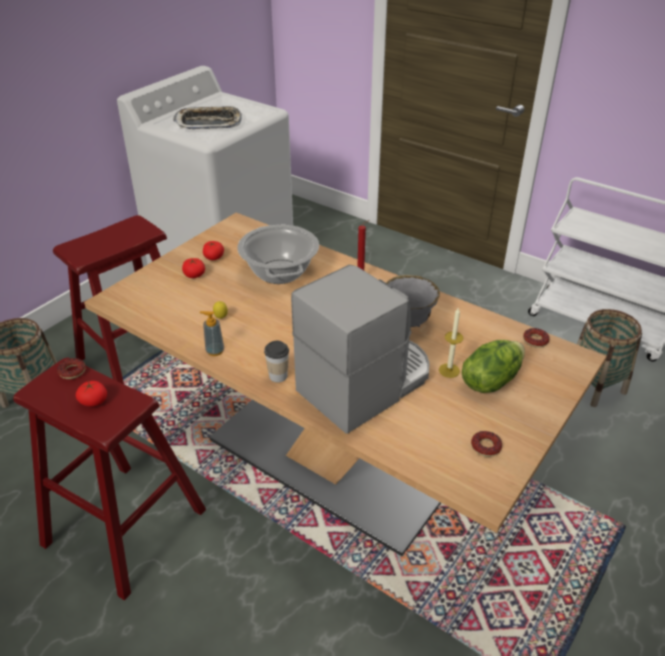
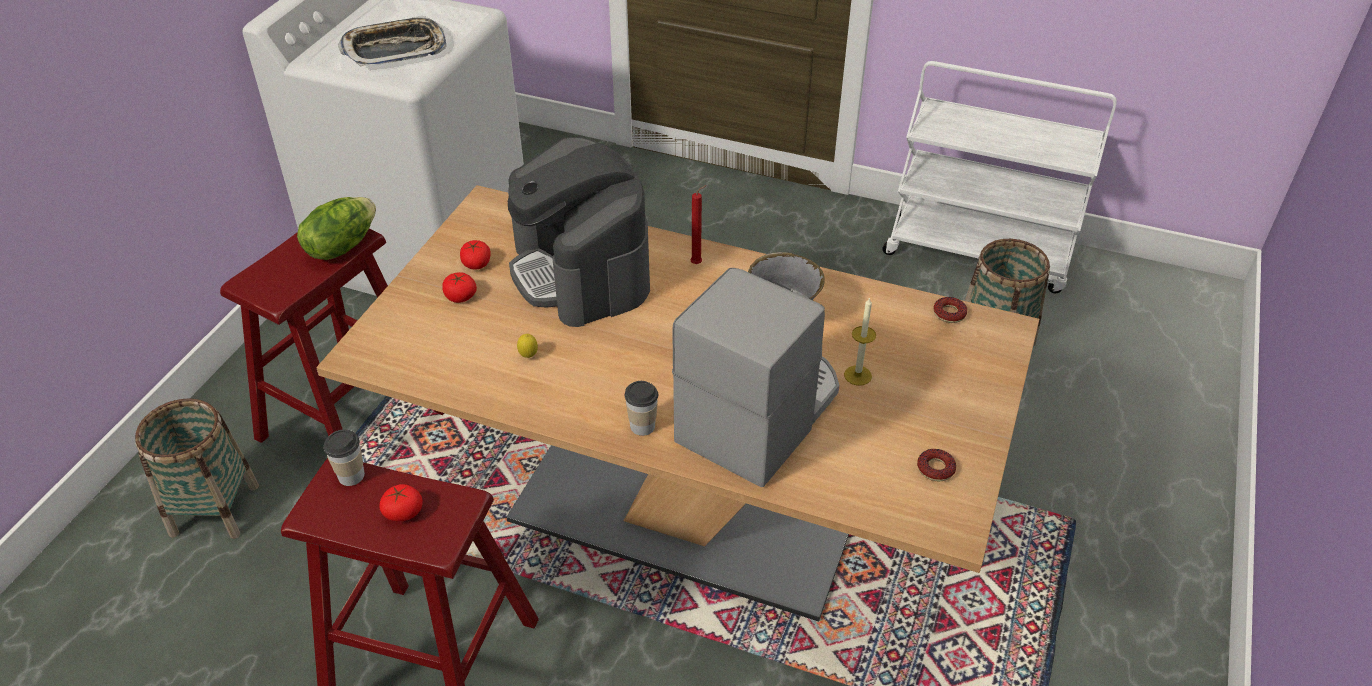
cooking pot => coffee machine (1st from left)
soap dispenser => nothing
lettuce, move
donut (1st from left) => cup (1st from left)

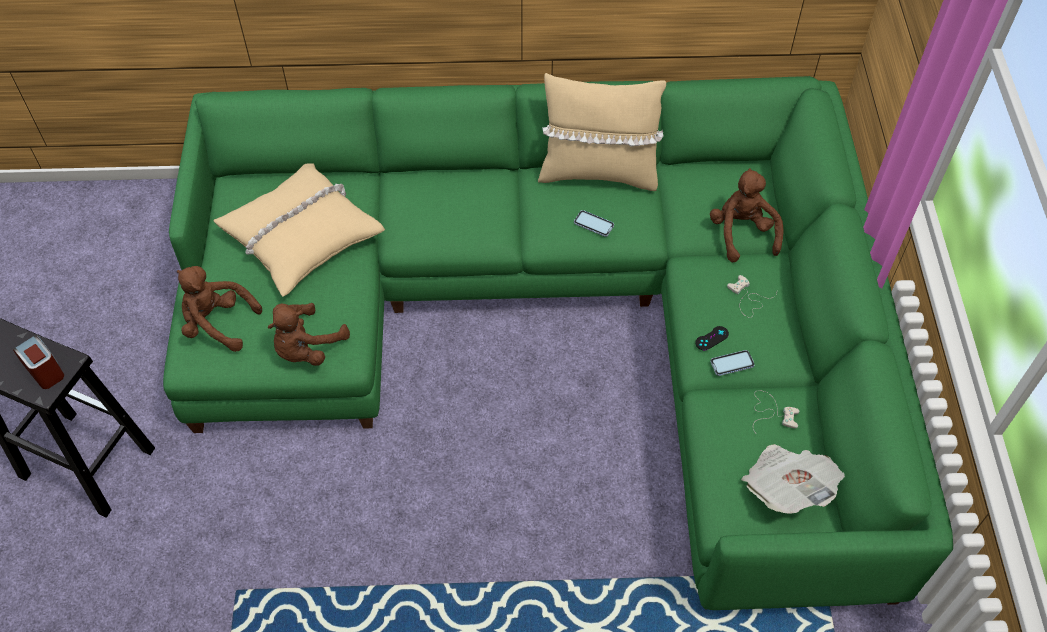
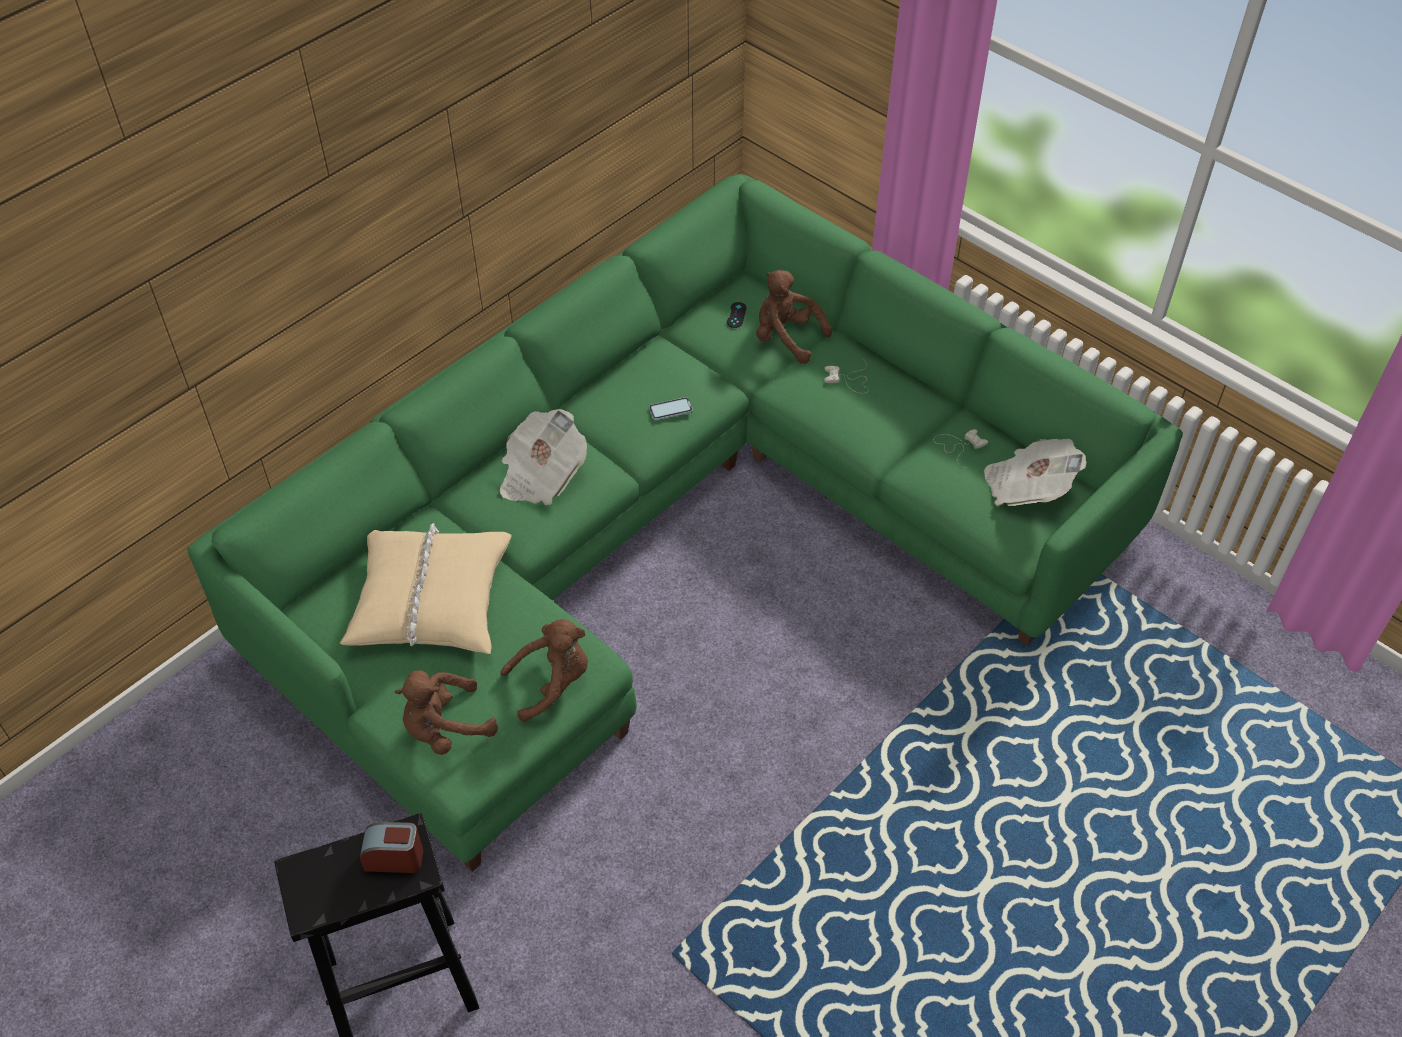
beige pillow (2nd from left) => nothing
brown plush toy (2nd from left), 105 degrees counterclockwise
black game controller, move
phone (2nd from left) => nothing
nothing => newspaper (1st from left)

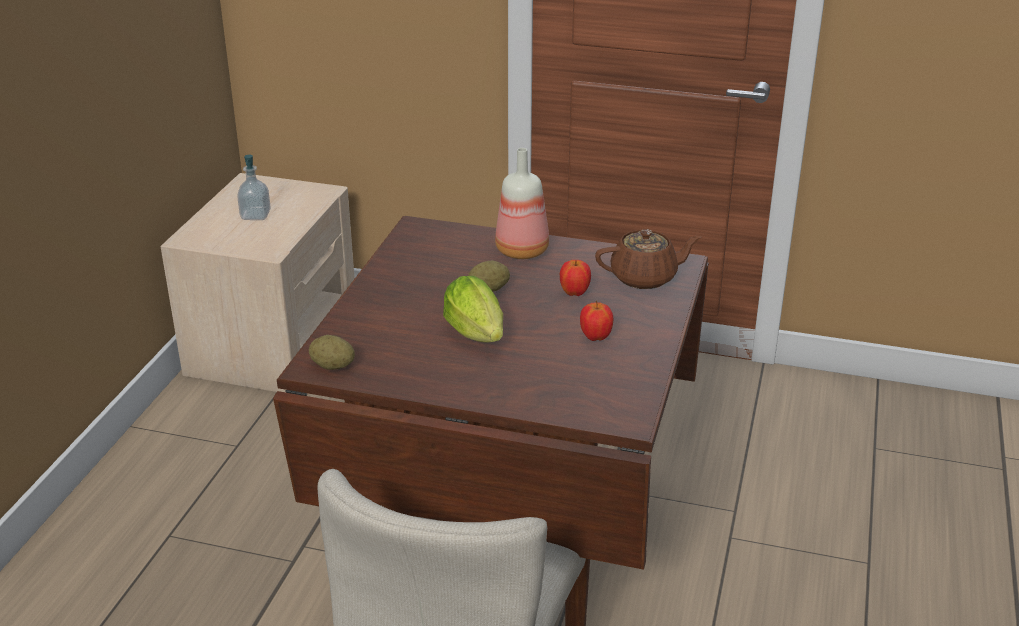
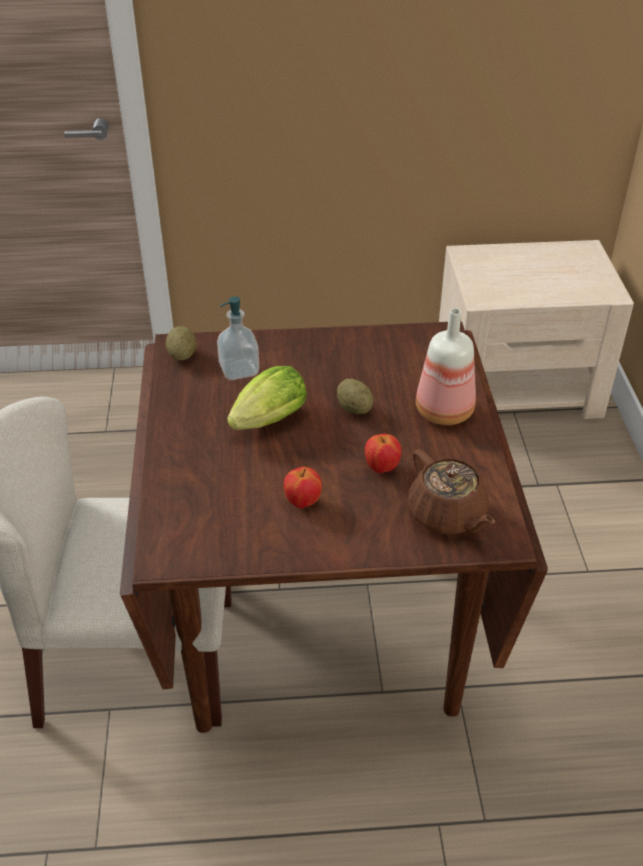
soap dispenser, move

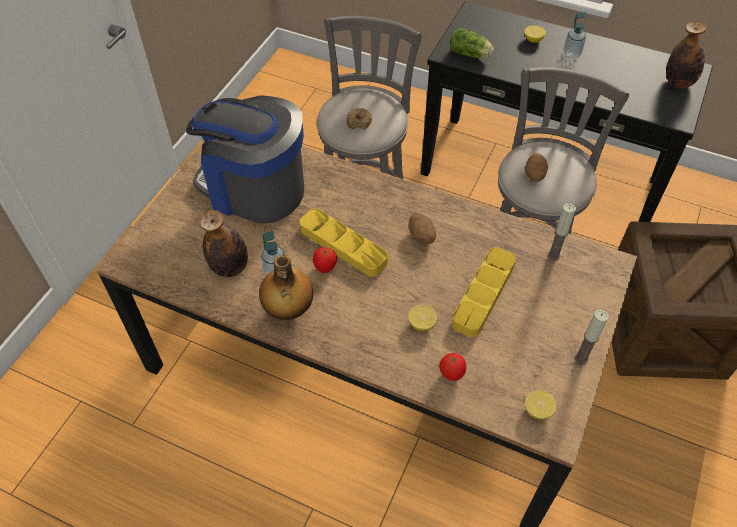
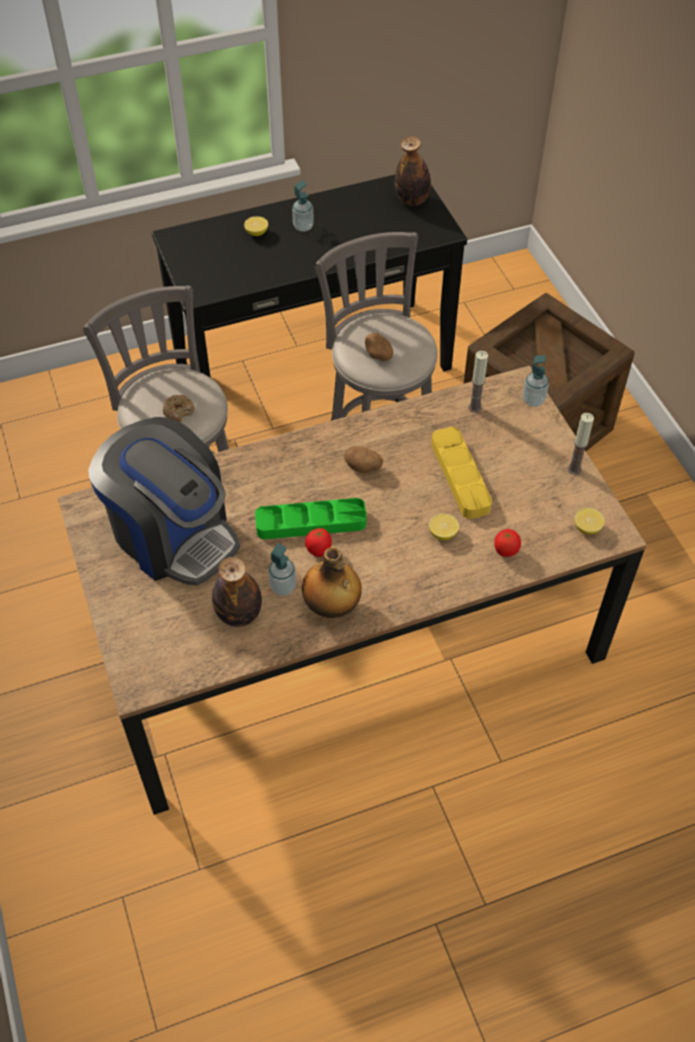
lettuce => nothing
coffee machine, 120 degrees counterclockwise
yellow tray (1st from left) => green tray
nothing => soap dispenser (3rd from left)

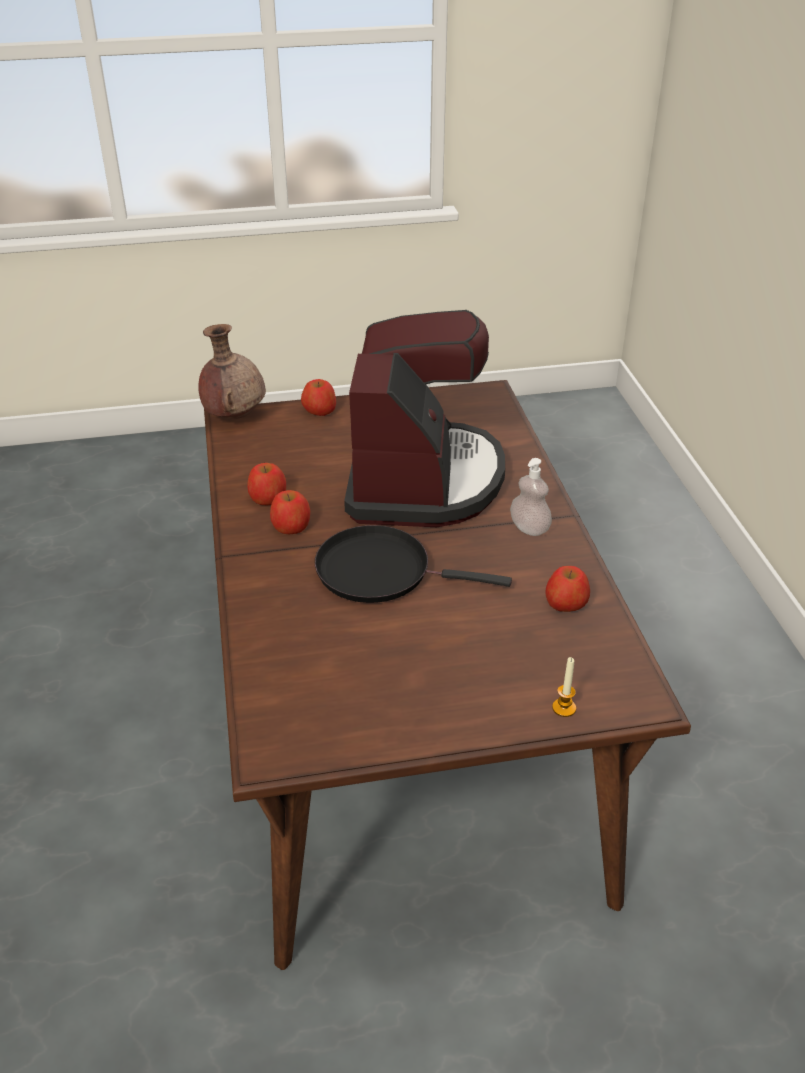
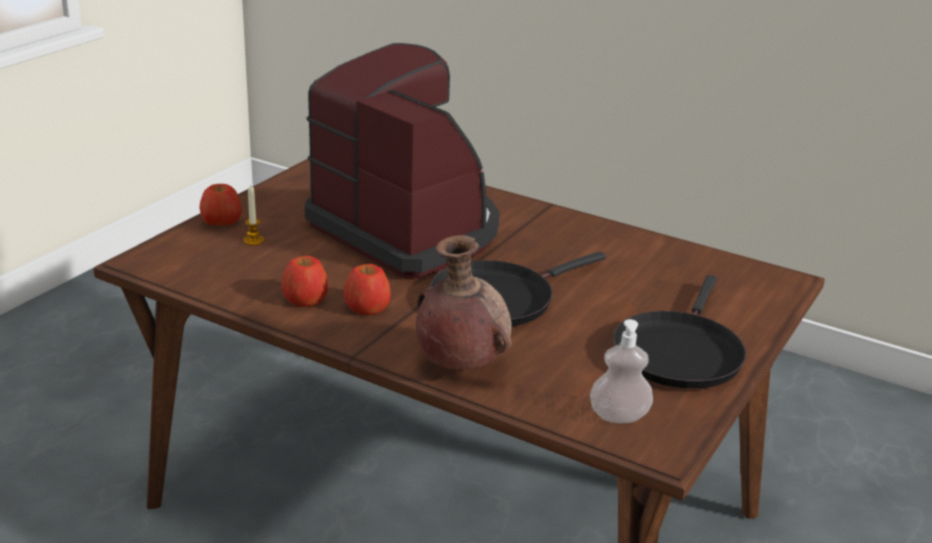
brown vase, move
soap dispenser, move
apple (4th from left) => nothing
candle, move
nothing => black frying pan (2nd from left)

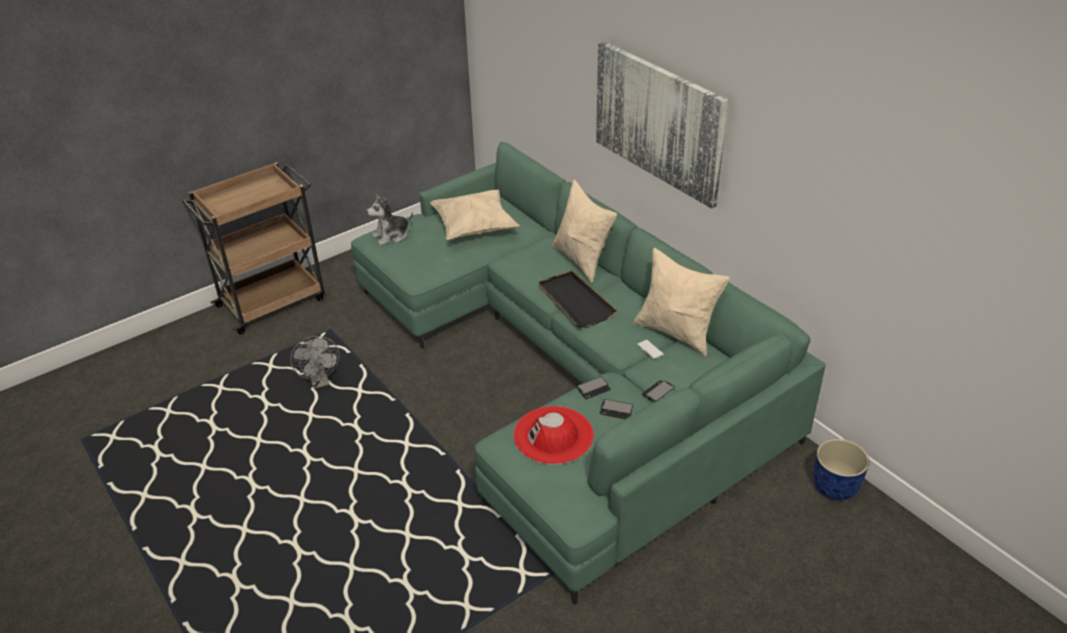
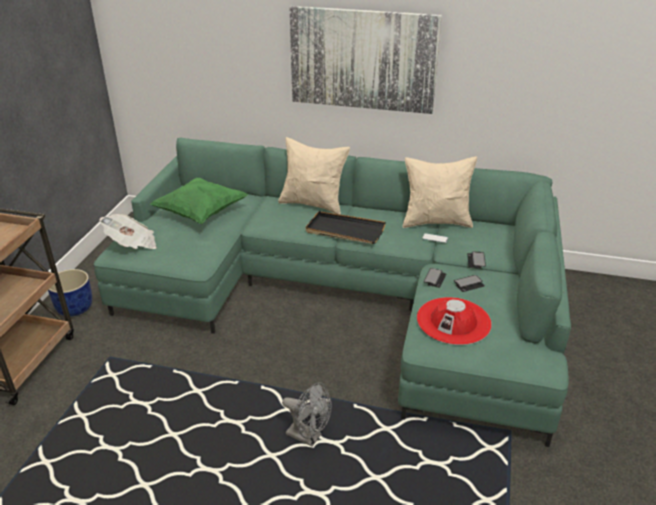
beige pillow (1st from left) => green pillow
plush toy => newspaper
grey fan, move
blue planter, move

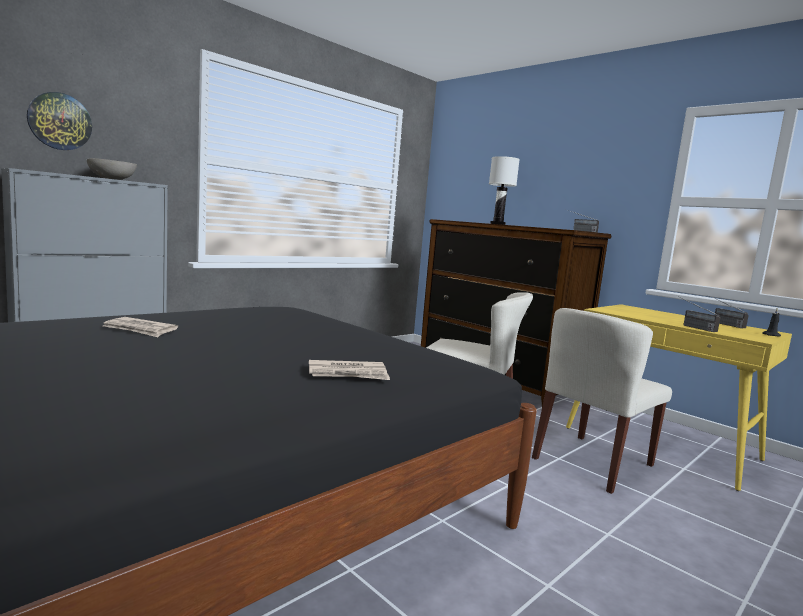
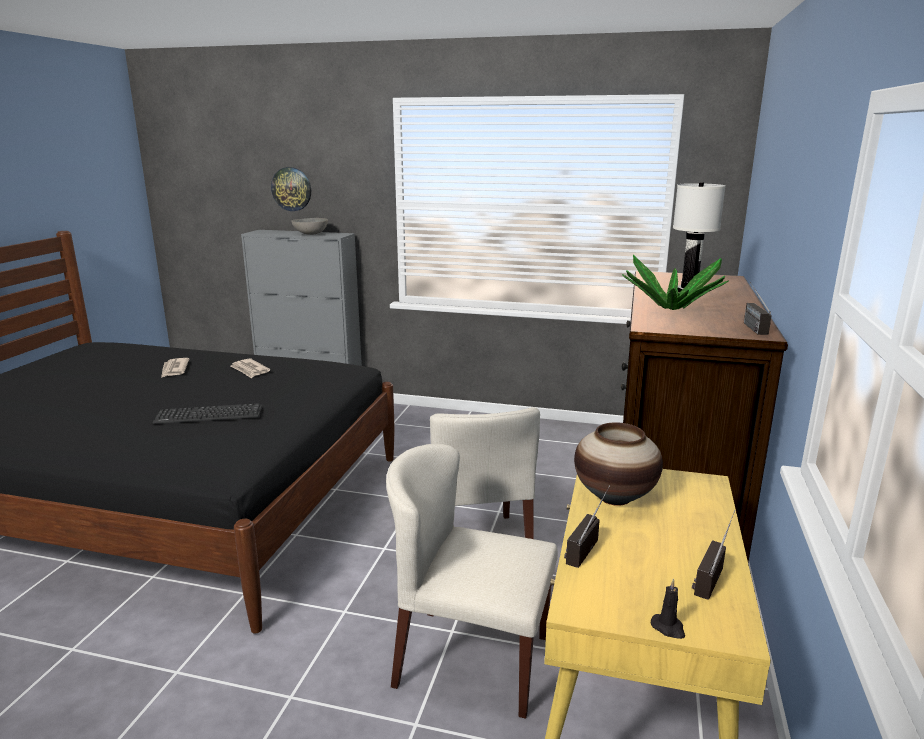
newspaper (2nd from left), move
nothing => potted plant
nothing => keyboard
nothing => vase

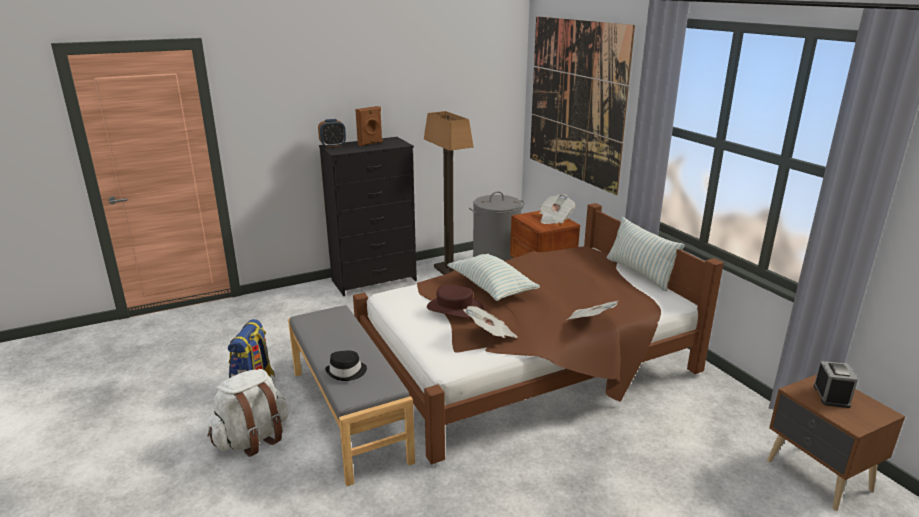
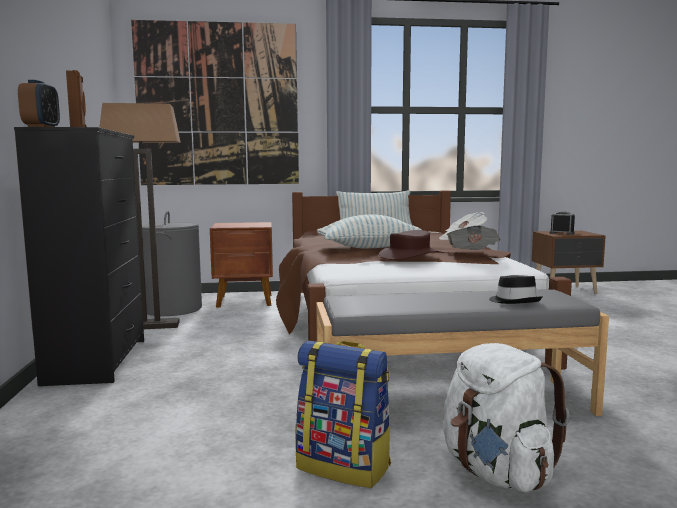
newspaper (2nd from left) => nothing

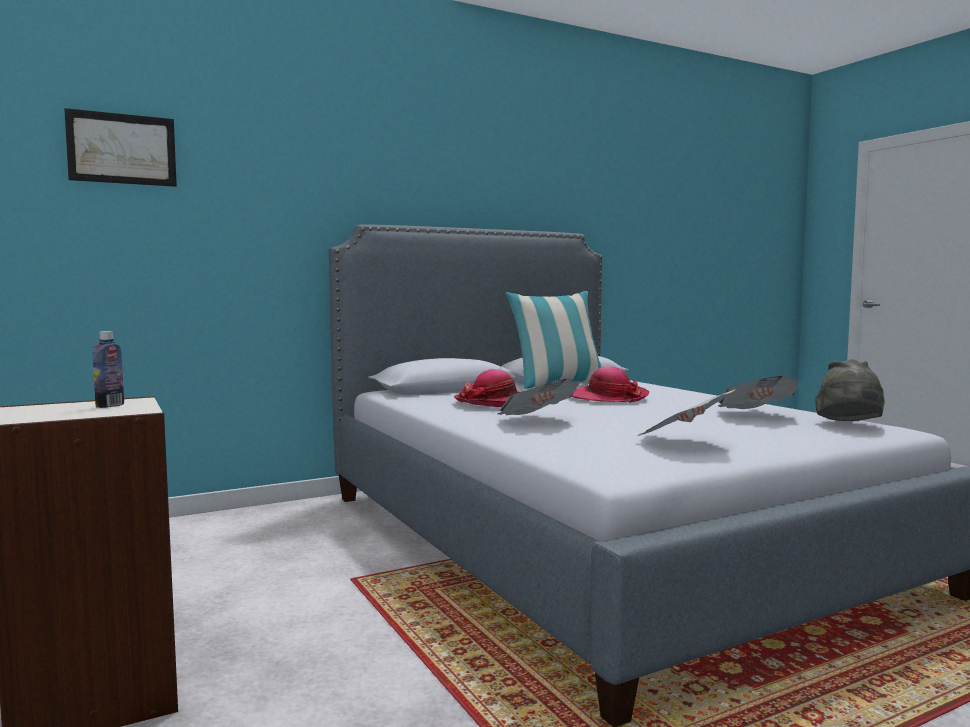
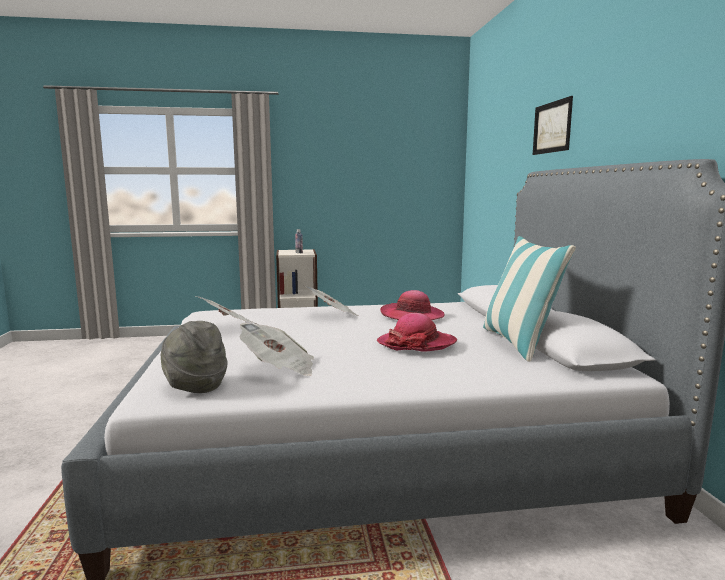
picture, move

